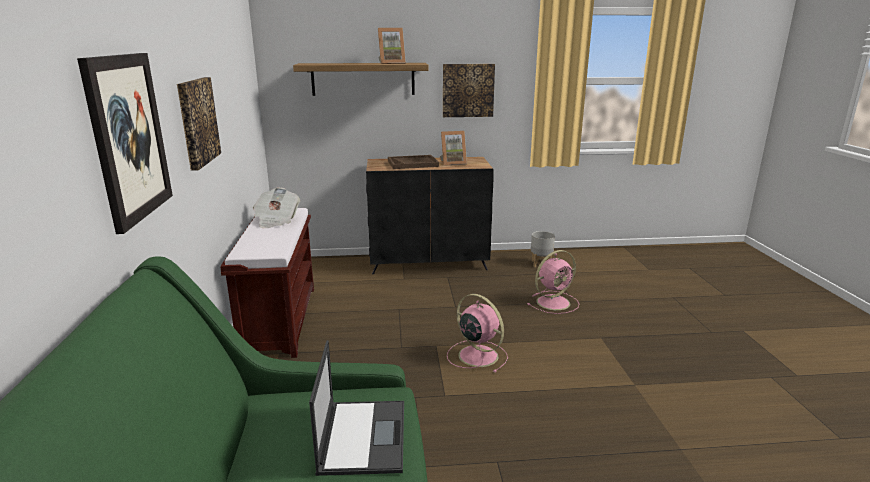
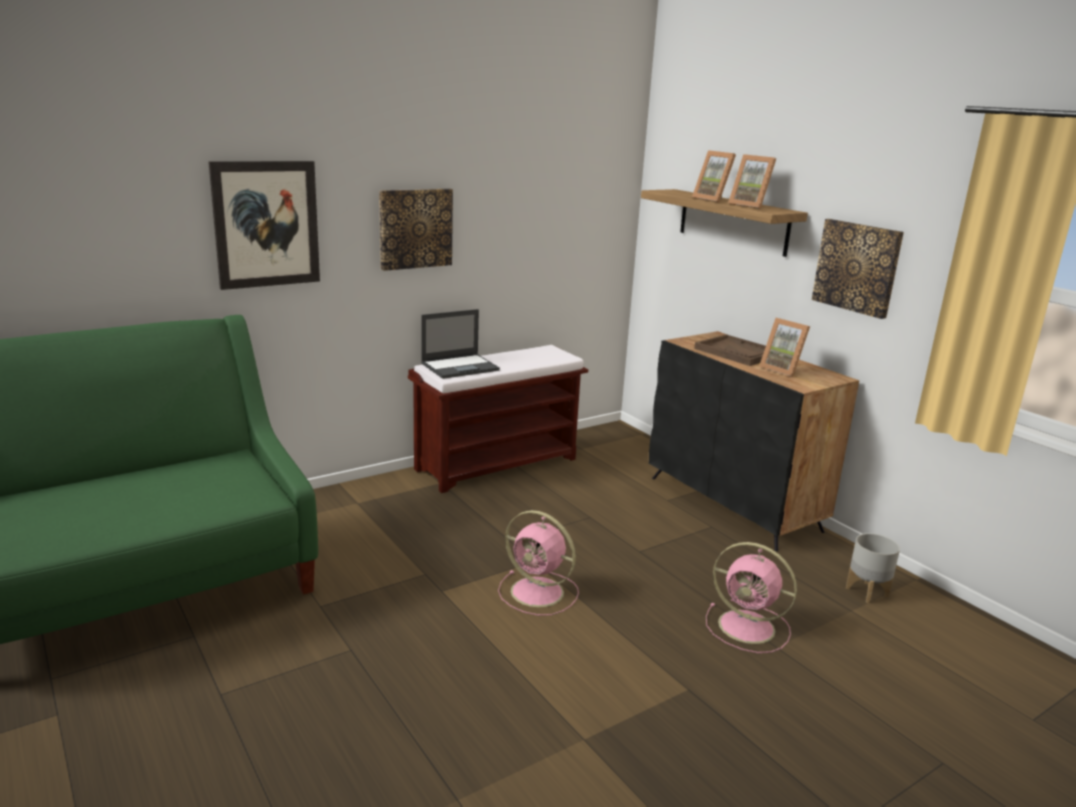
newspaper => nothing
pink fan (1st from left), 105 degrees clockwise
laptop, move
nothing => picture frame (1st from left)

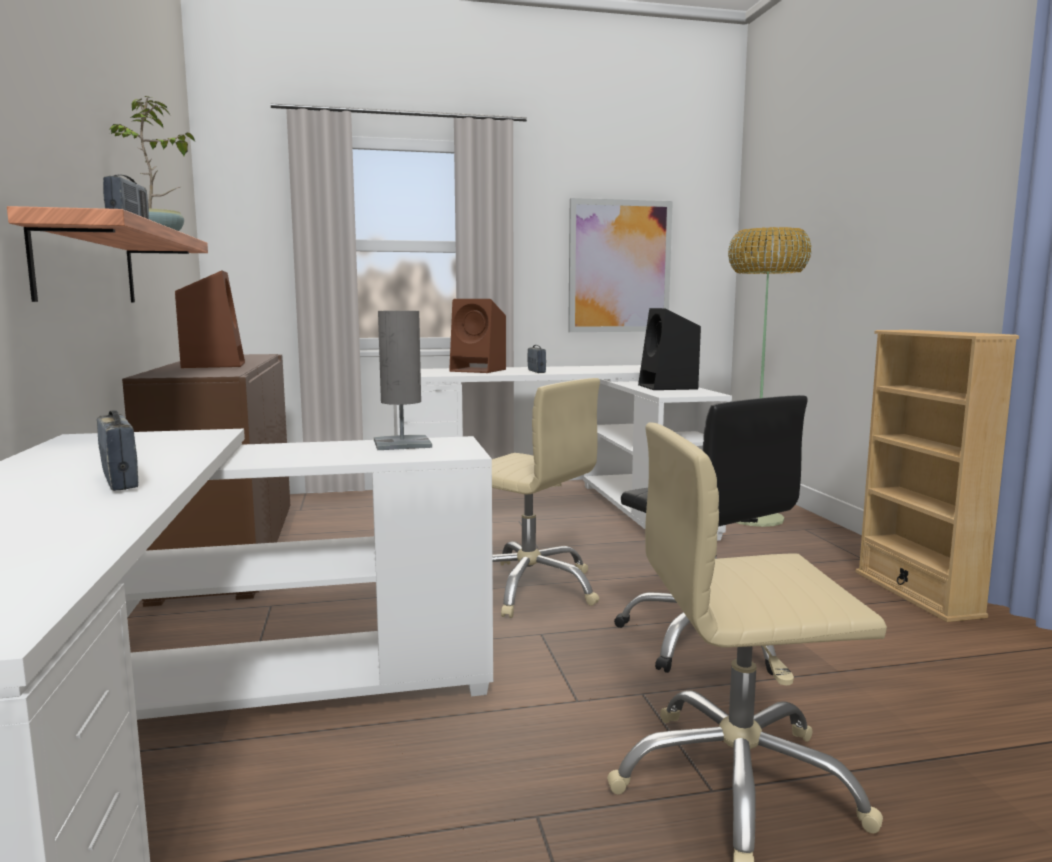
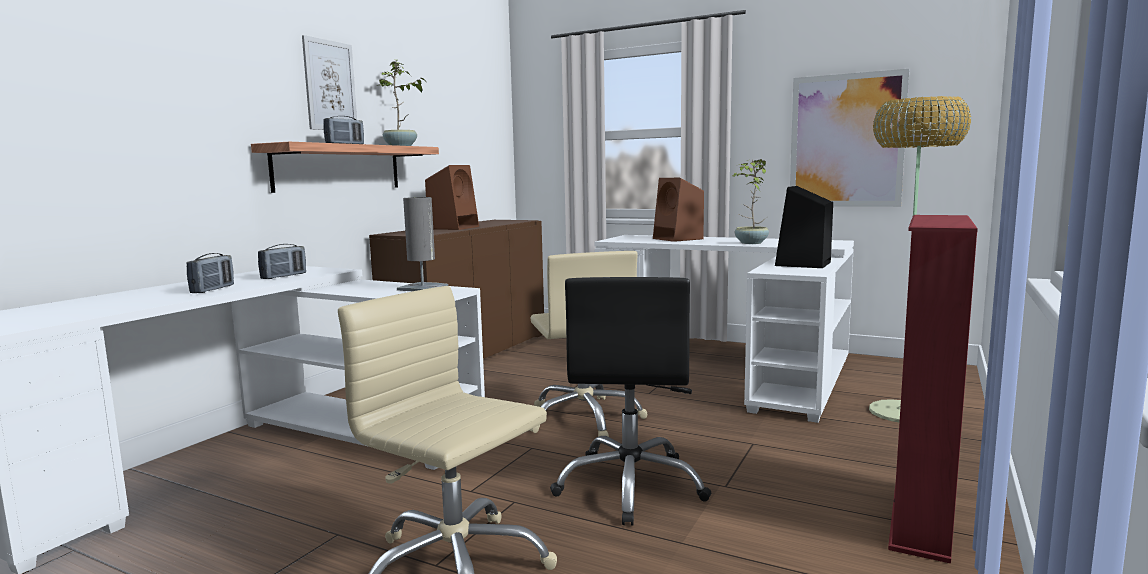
beige bookcase => red bookcase
radio (3rd from left in the first image) => radio (2nd from left), move
nothing => picture (1st from left)
nothing => potted plant (2nd from left)

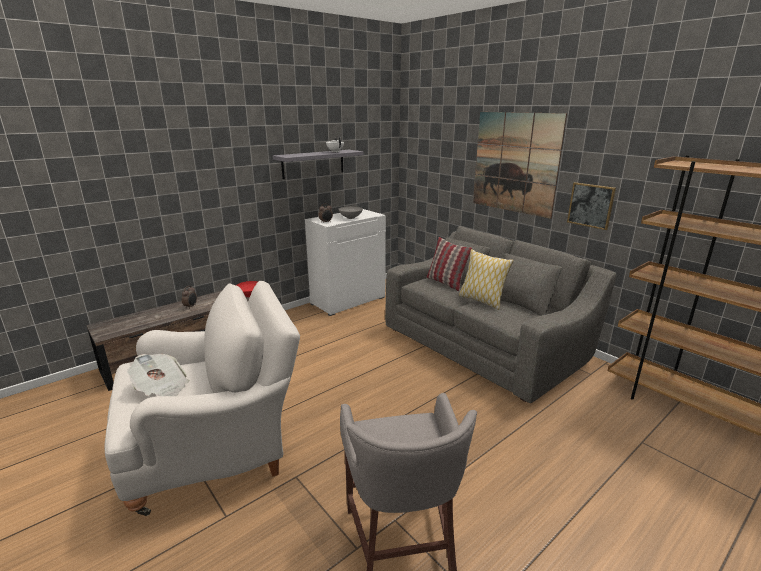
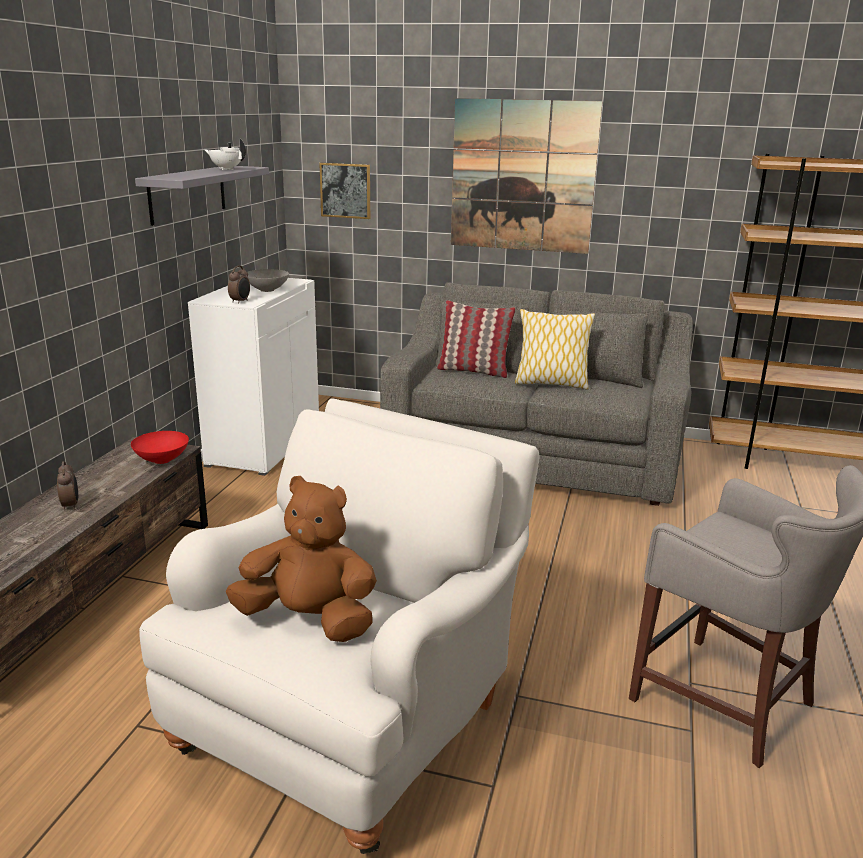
picture (2nd from left in the first image) => picture (1st from left), move
newspaper => brown plush toy

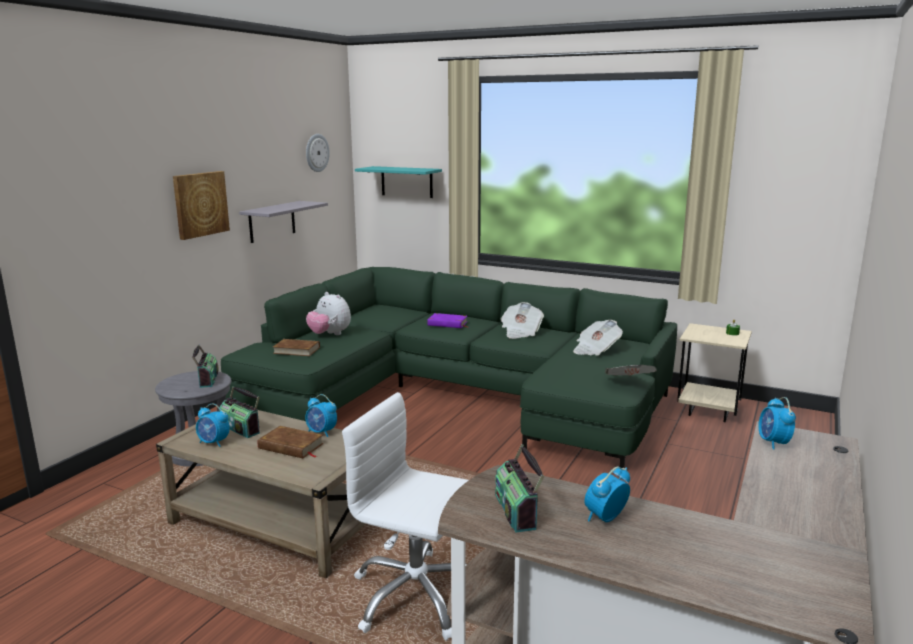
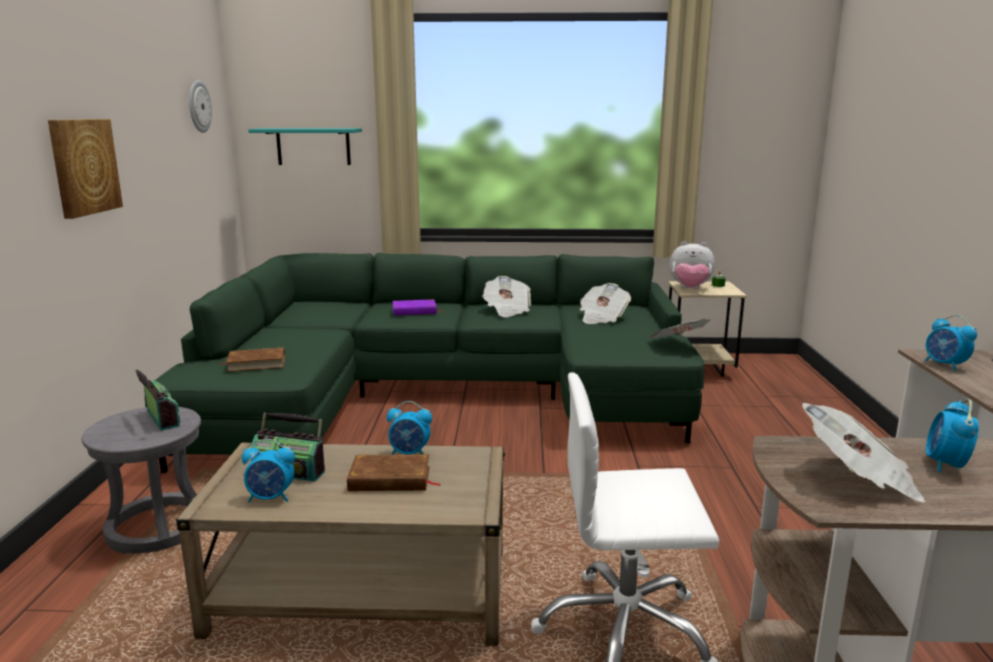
grey shelf => nothing
plush toy, move
radio (3rd from left) => newspaper (4th from left)

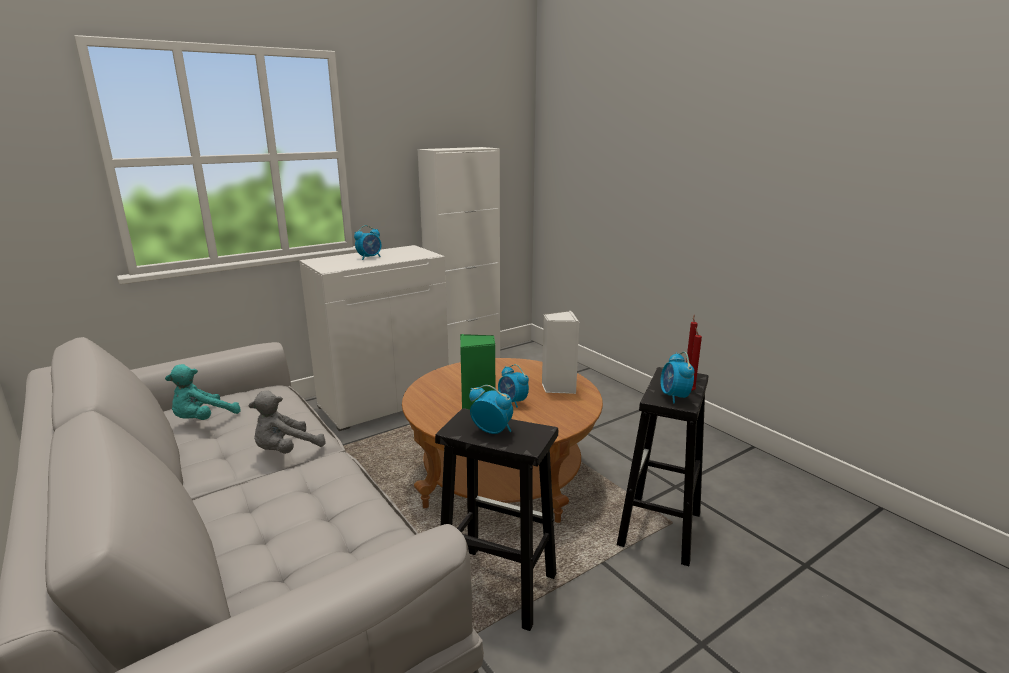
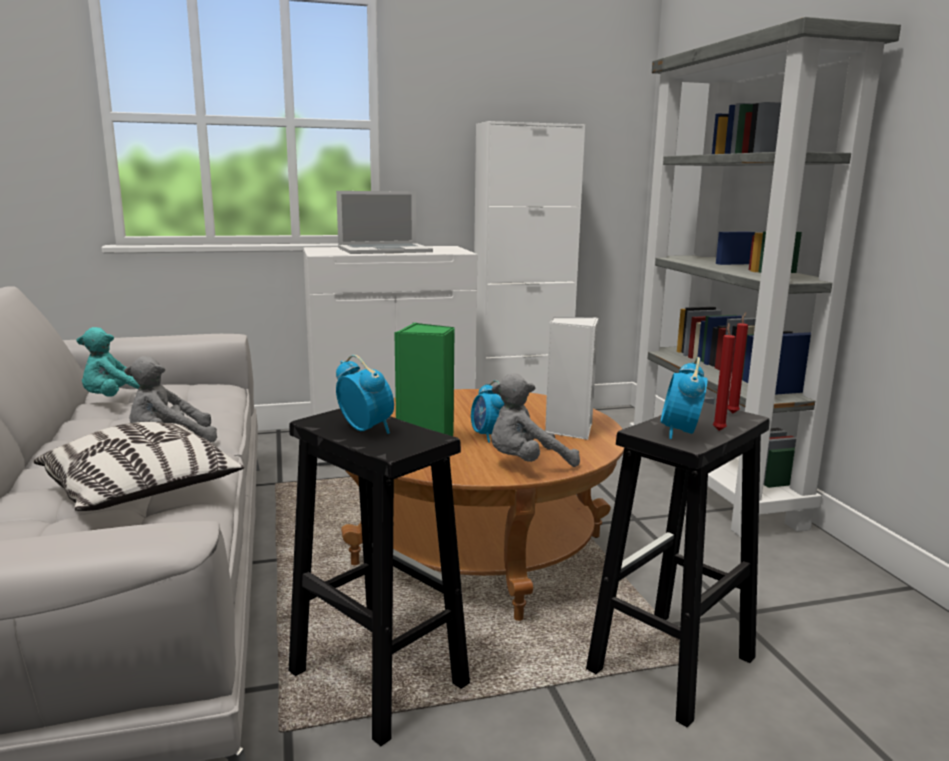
alarm clock (1st from left) => laptop
nothing => grey bookcase
nothing => grey plush toy (2nd from left)
nothing => pillow

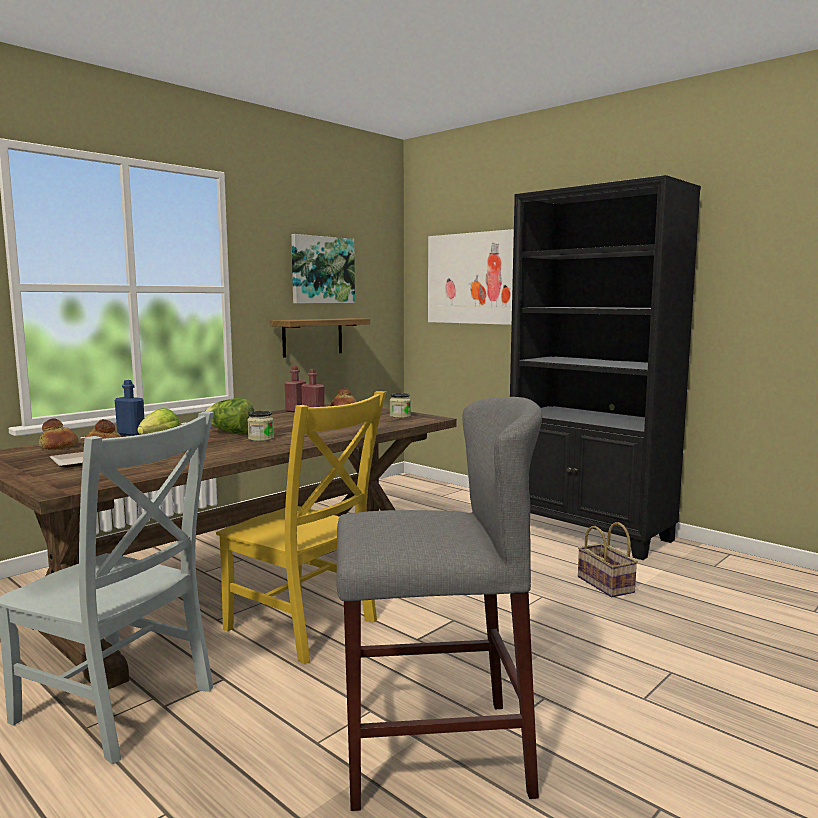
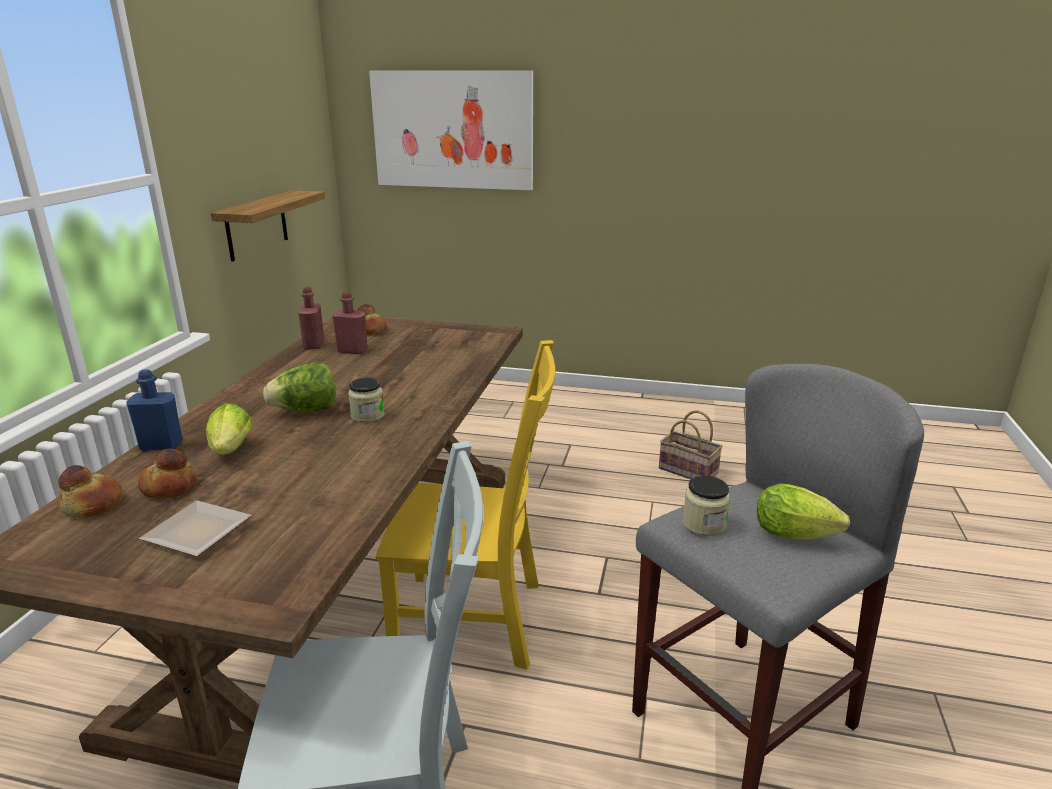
black bookcase => nothing
picture (1st from left) => nothing
jar (2nd from left), move
nothing => lettuce (3rd from left)

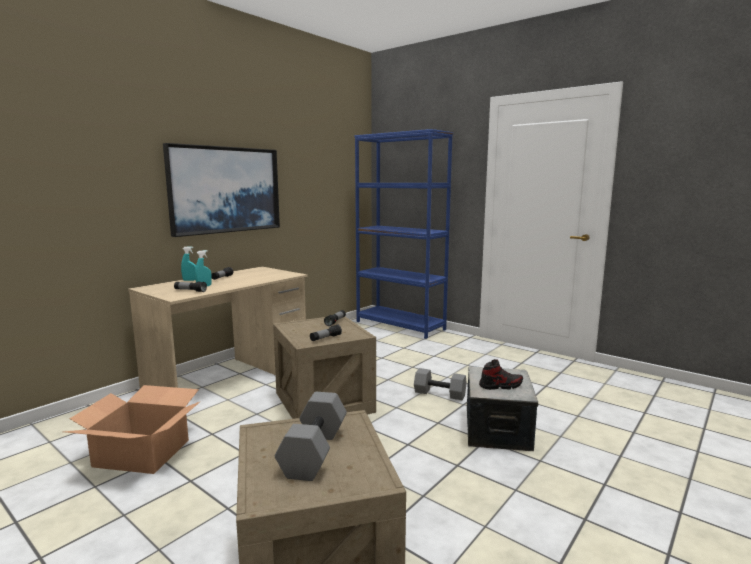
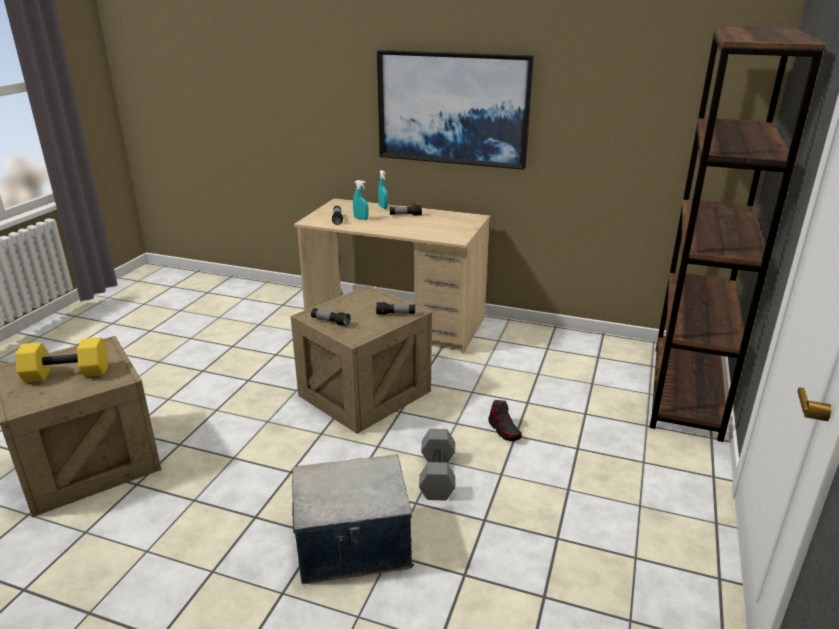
blue bookcase => brown bookcase
shoe, move
cardboard box => nothing
grey dumbbell (1st from left) => yellow dumbbell

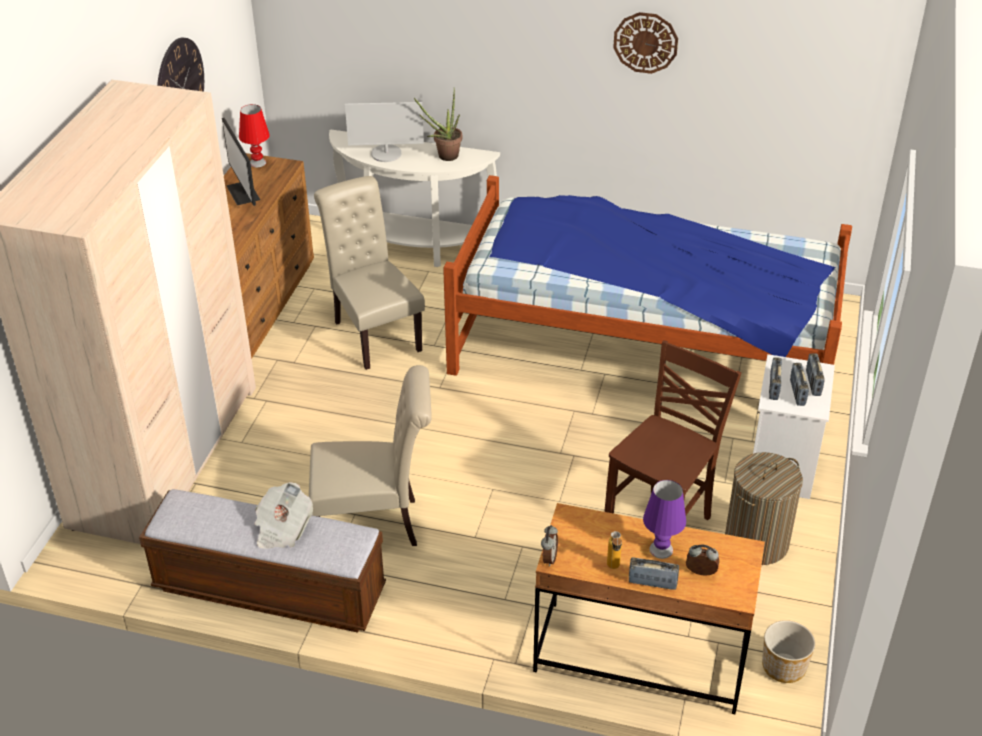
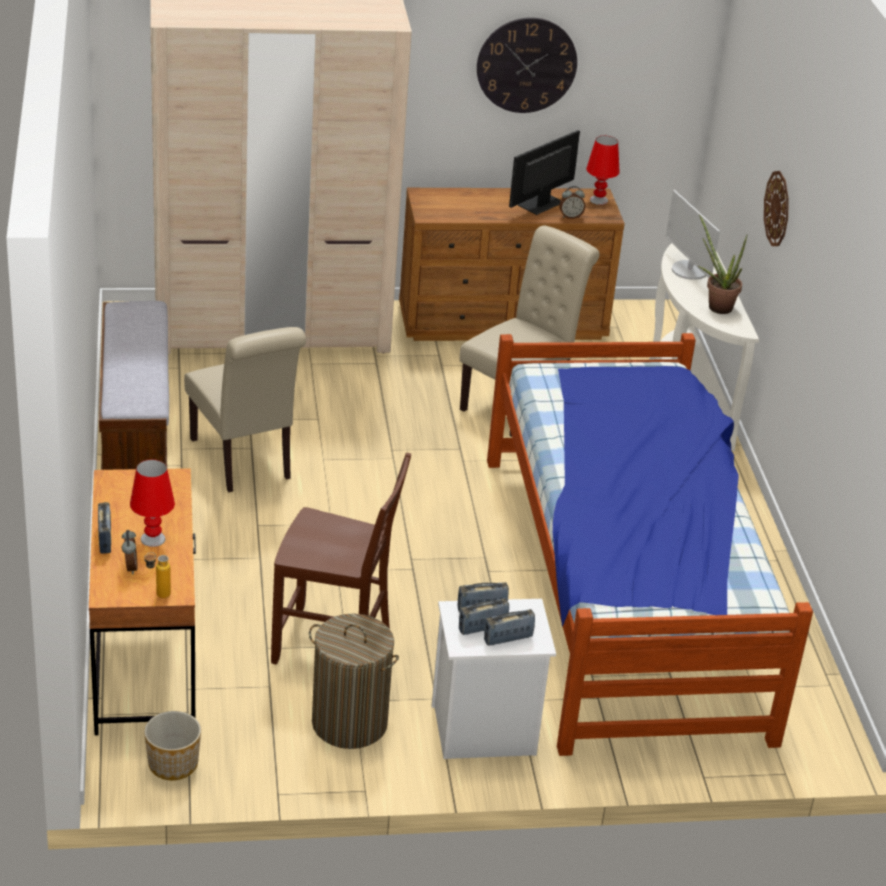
wall clock (2nd from left), move
purple table lamp => red table lamp (1st from left)
newspaper => nothing
alarm clock (1st from left in the first image) => alarm clock (2nd from left), move
bottle, move

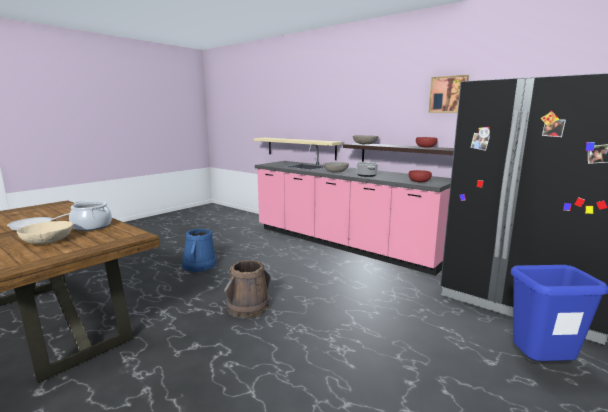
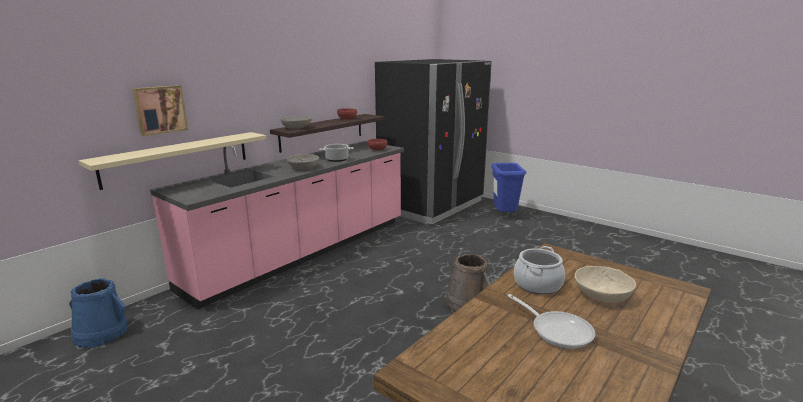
picture, move
blue bucket, move

